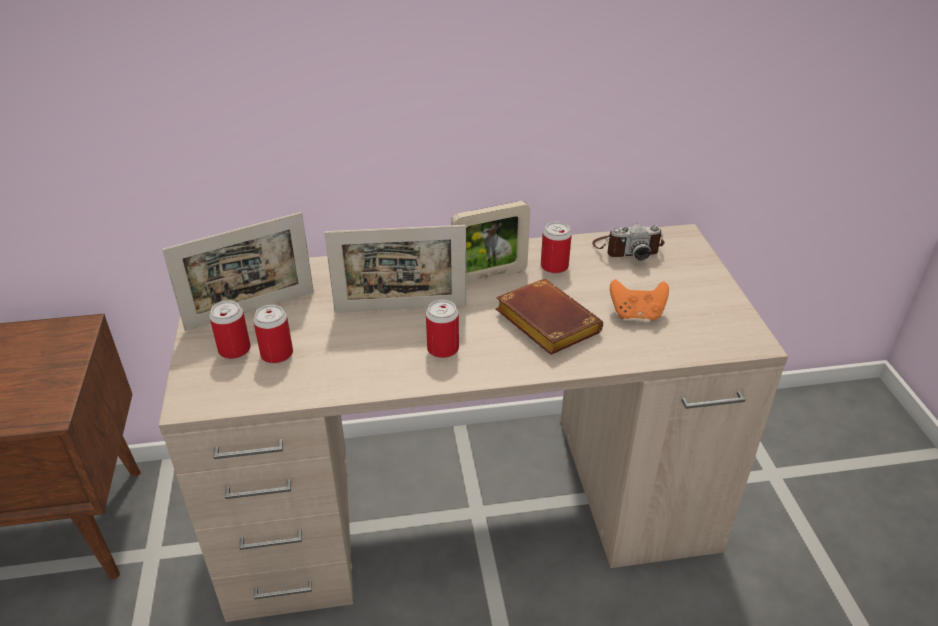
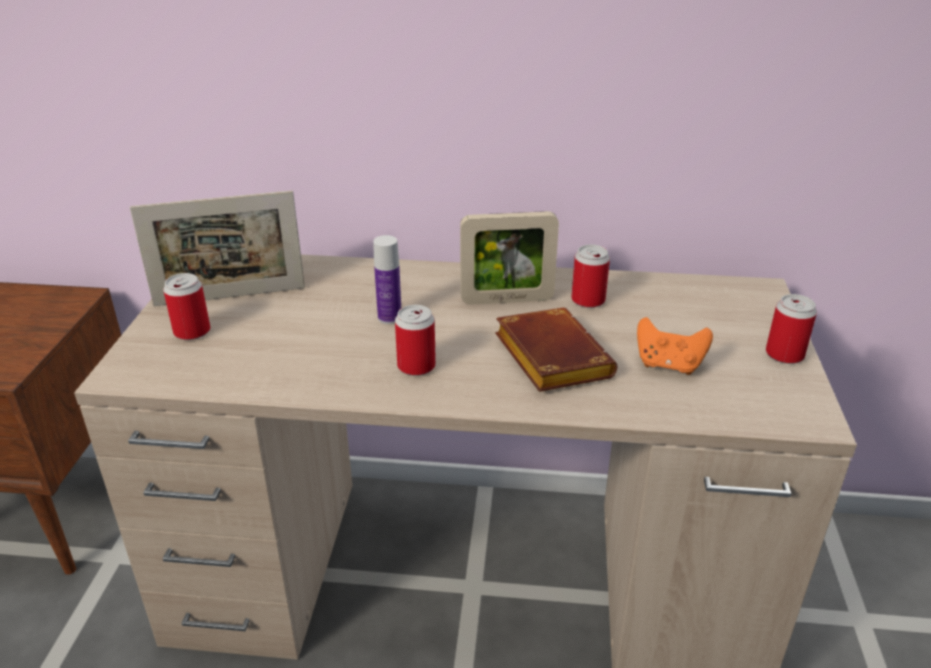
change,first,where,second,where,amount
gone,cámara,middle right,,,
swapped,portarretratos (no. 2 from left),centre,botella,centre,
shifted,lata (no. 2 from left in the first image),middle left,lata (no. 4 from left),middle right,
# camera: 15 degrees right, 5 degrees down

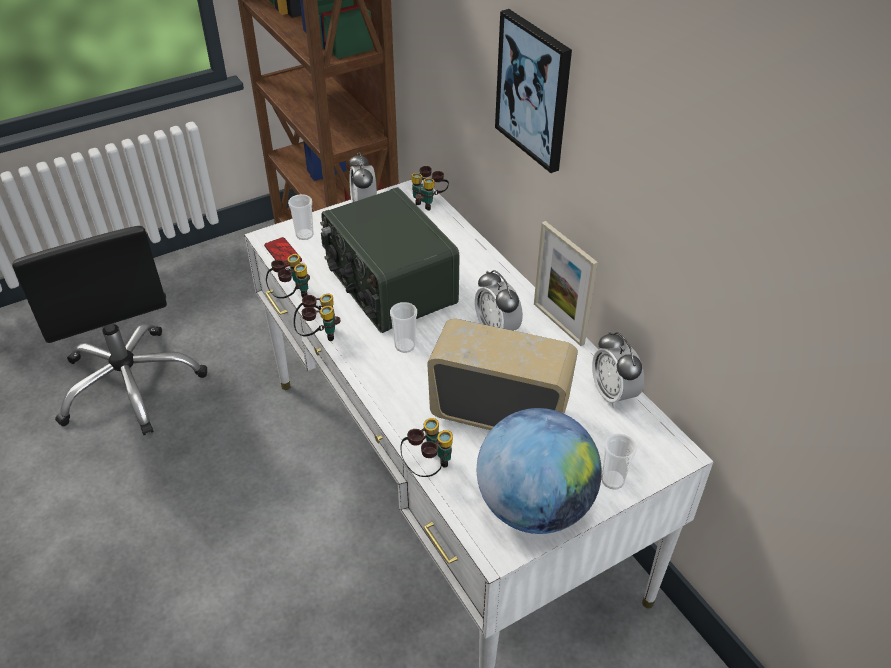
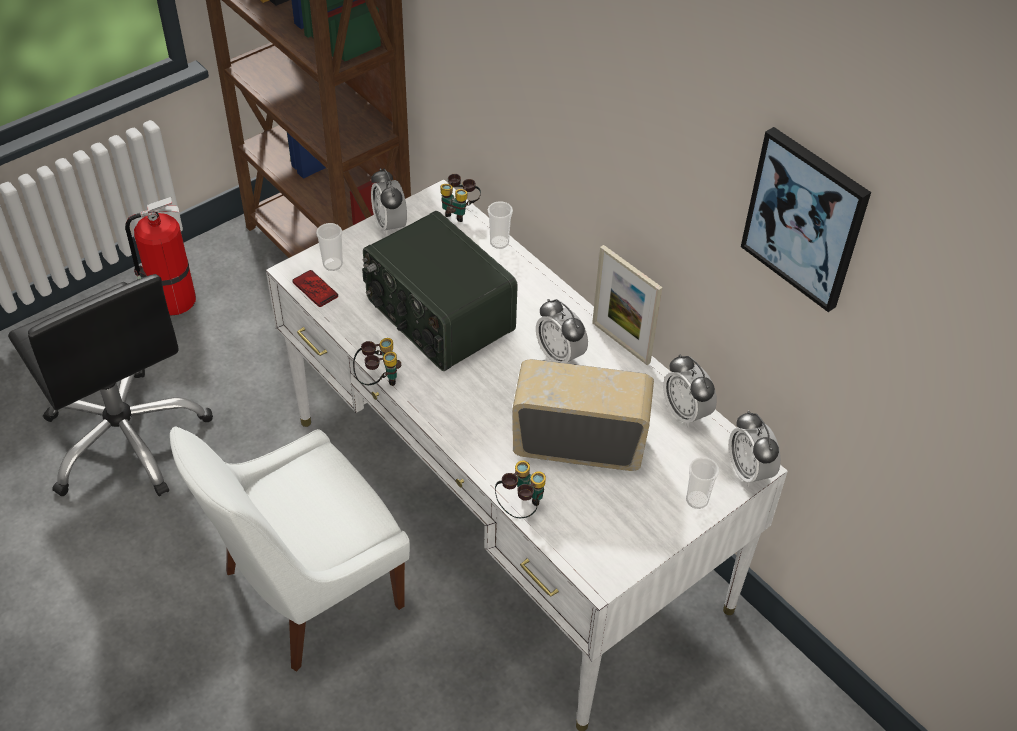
change,first,where,second,where,amount
shifted,cuadro,top centre,,top right,
gone,prismáticos (no. 1 from left),middle left,,,
shifted,taza (no. 2 from left),centre,,top centre,
gone,globo terráqueo,bottom centre,,,
new,,,extintor,middle left,
new,,,despertador (no. 4 from left),middle right,
new,,,silla/blanco,bottom left,
# camera: 10 degrees left, 5 degrees up

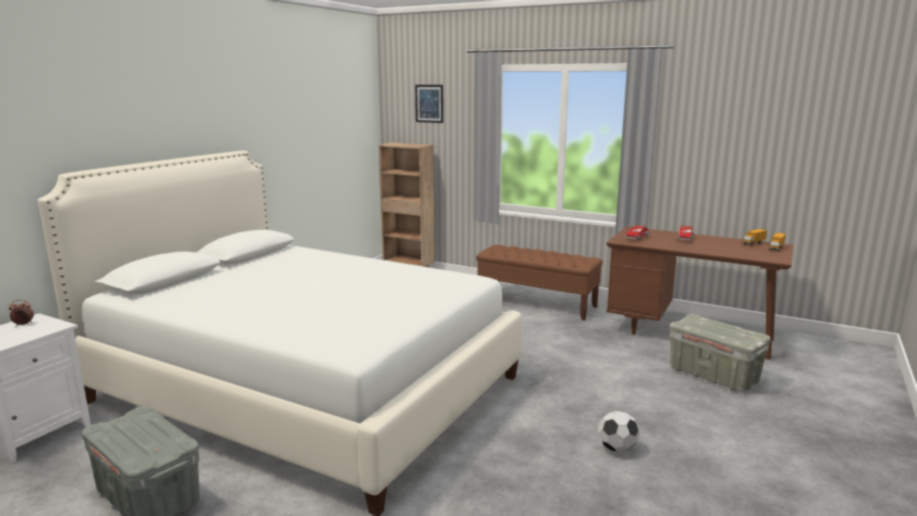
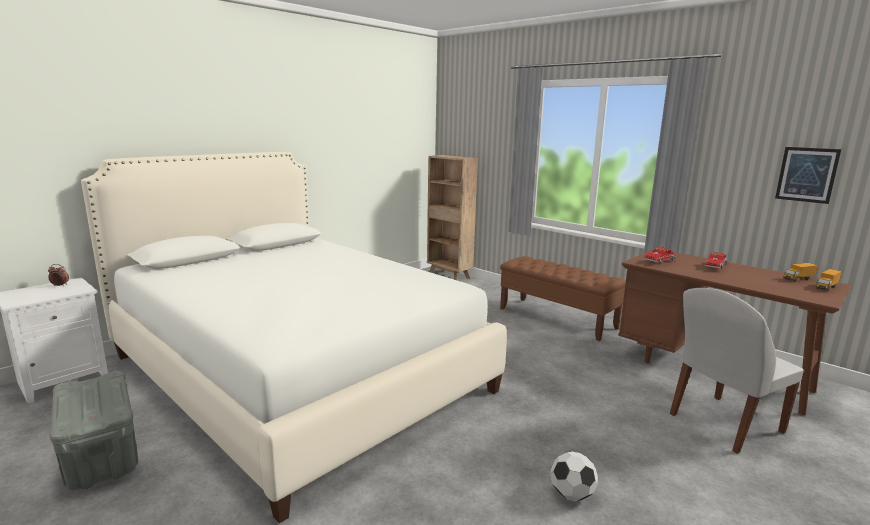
change,first,where,second,where,amount
shifted,cuadro,top centre,,middle right,
swapped,caja de almacenaje/gris (no. 2 from left),bottom right,silla/blanco,bottom right,
# camera: 15 degrees right, 0 degrees up

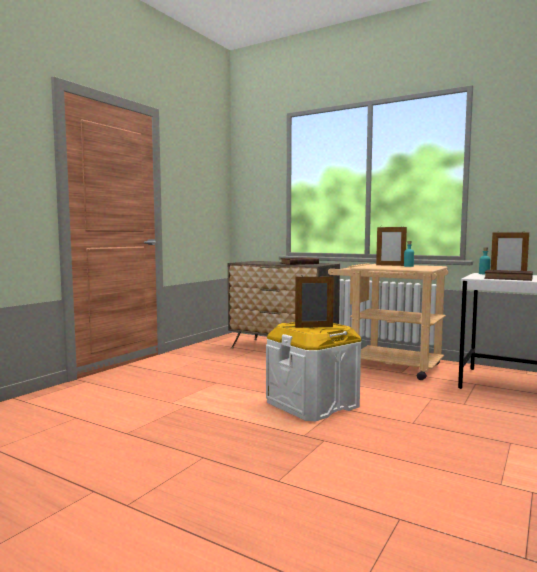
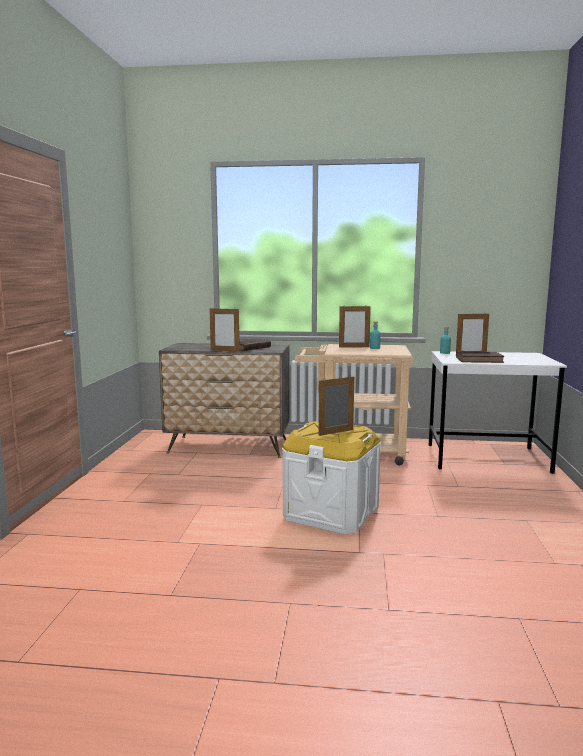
change,first,where,second,where,amount
new,,,portarretratos (no. 1 from left),centre,
# camera: 25 degrees left, 5 degrees up

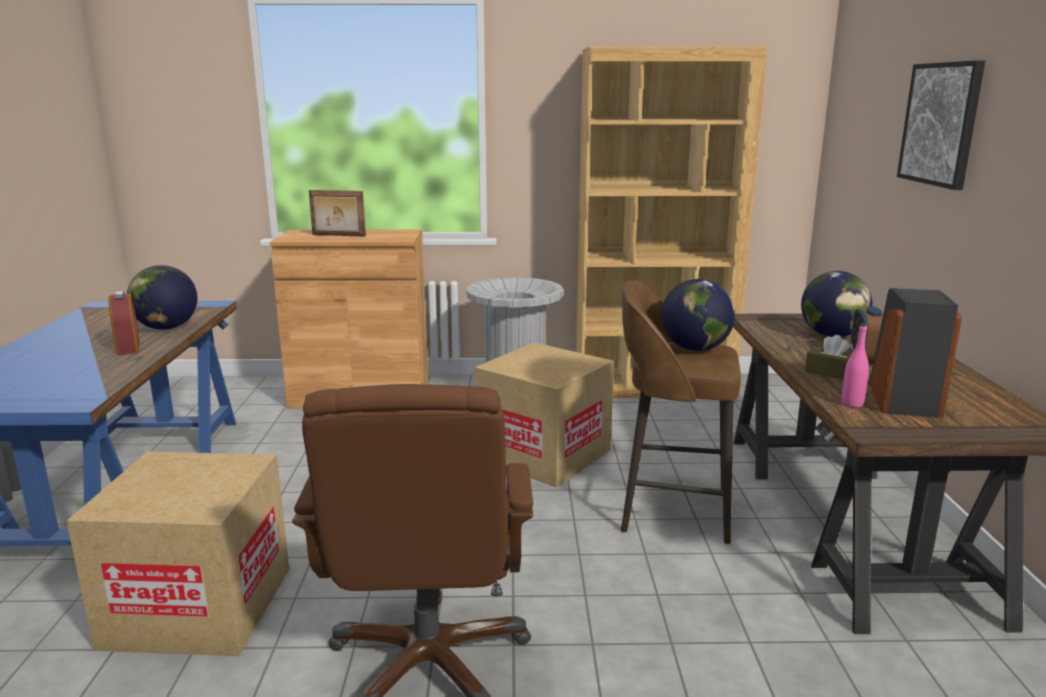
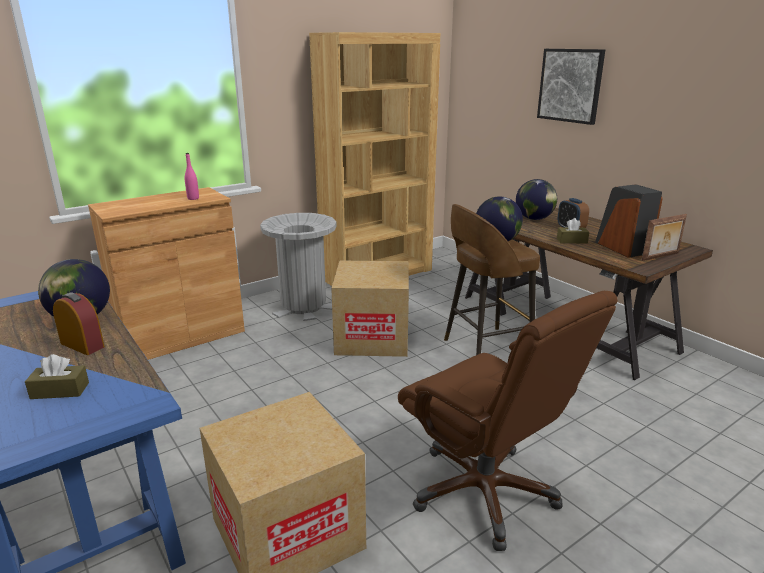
change,first,where,second,where,amount
shifted,portarretratos,top left,,middle right,
shifted,botella/rosa,middle right,,top left,
new,,,caja de pañuelos/marrón (no. 1 from left),middle left,
# camera: 35 degrees left, 5 degrees up

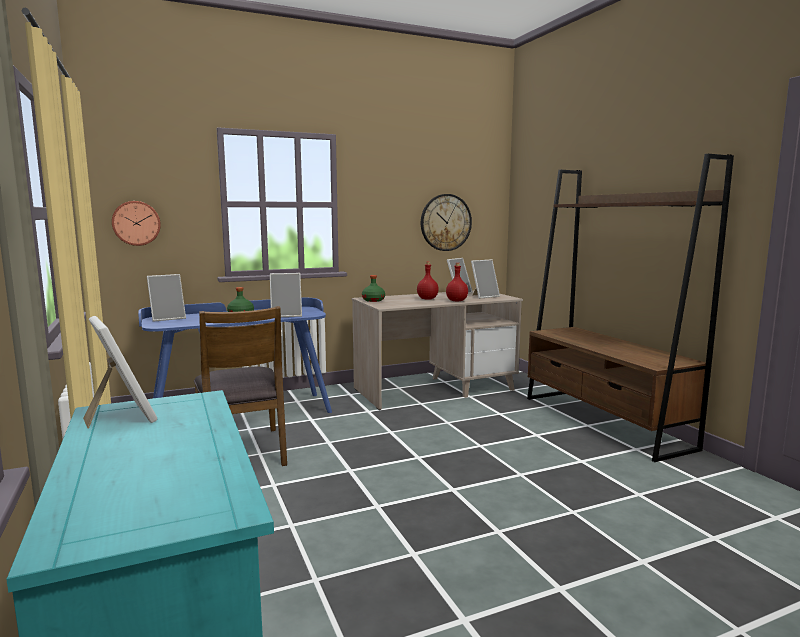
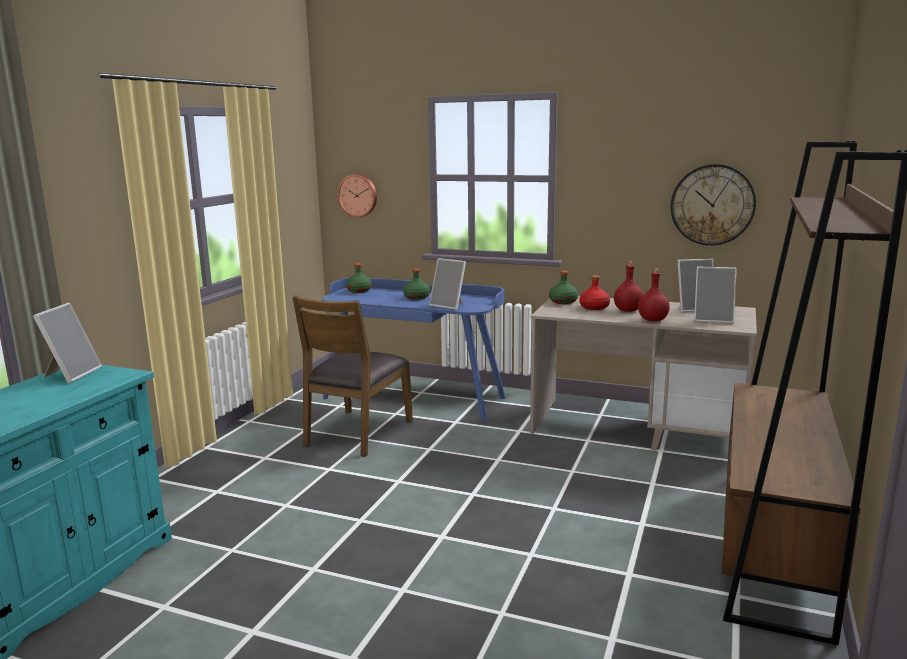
change,first,where,second,where,amount
swapped,portarretratos (no. 2 from left),middle left,botella/verde (no. 1 from left),centre,
new,,,botella/rojo (no. 1 from left),centre,
# camera: 45 degrees right, 5 degrees up

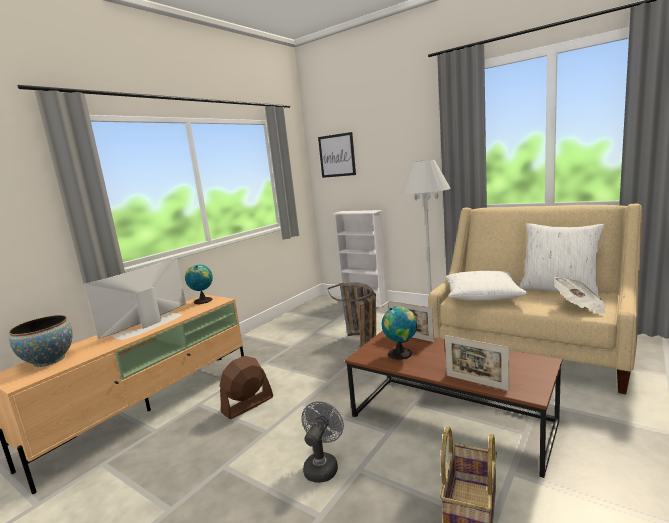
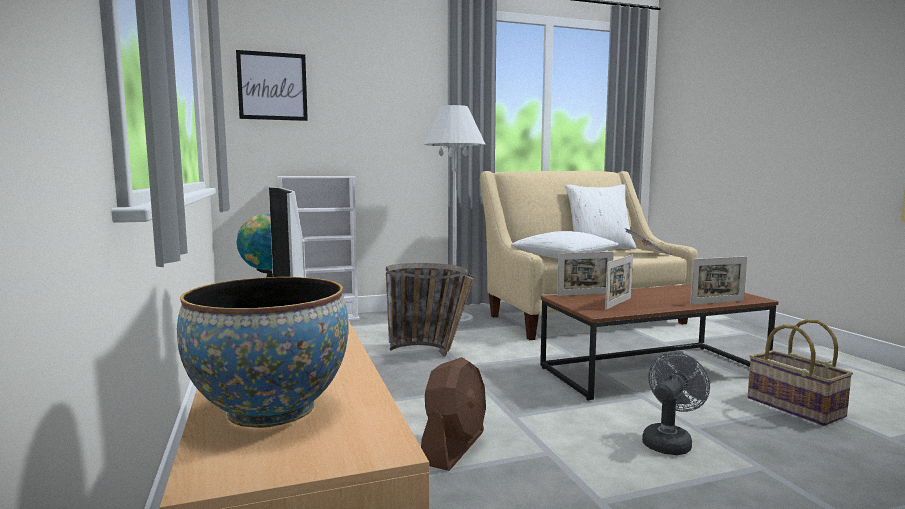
change,first,where,second,where,amount
swapped,globo terráqueo (no. 2 from left),centre,portarretratos (no. 2 from left),middle right,
rotated,ventilador/marrón,bottom centre,,bottom centre,150 degrees counterclockwise
rotated,ventilador/gris,bottom centre,,bottom right,75 degrees clockwise
# camera: 55 degrees left, 5 degrees down

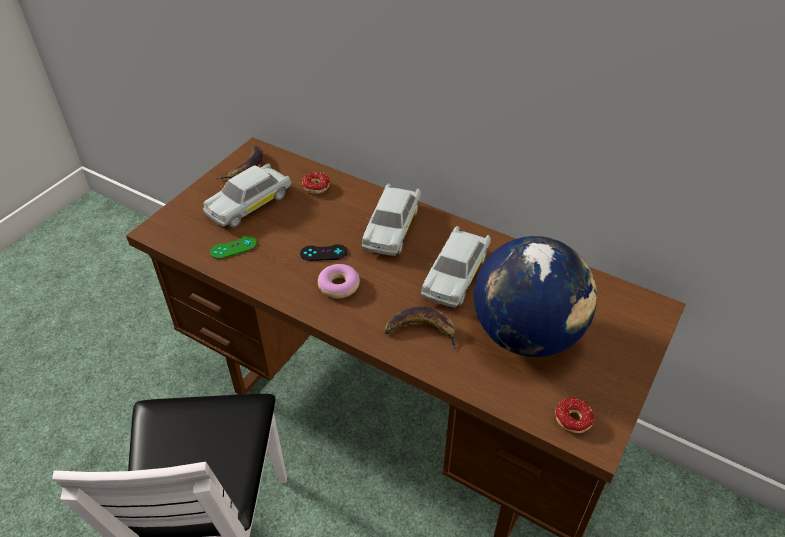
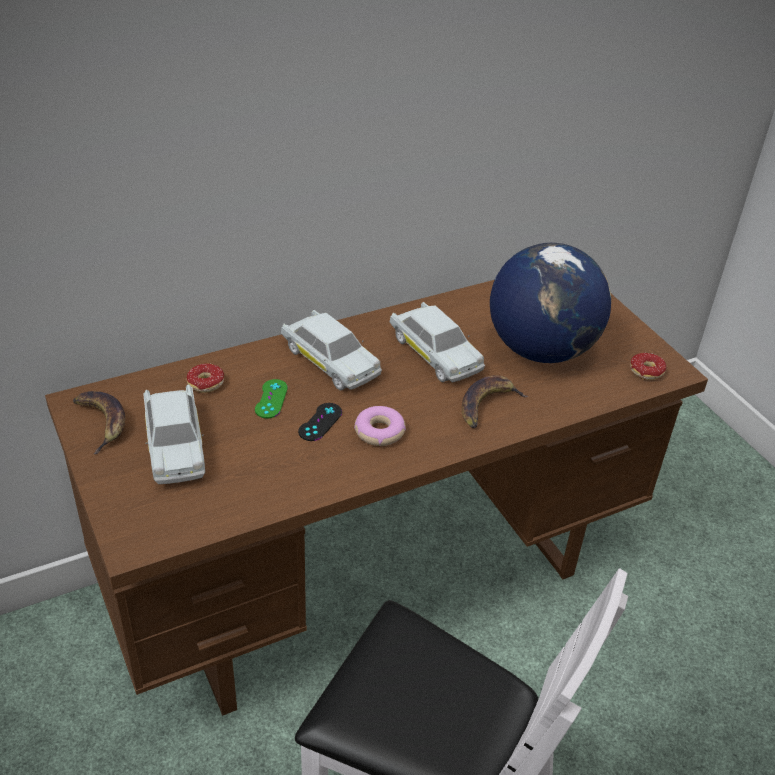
change,first,where,second,where,amount
shifted,mando de consola/verde,middle left,,centre,
# camera: 60 degrees left, 5 degrees down

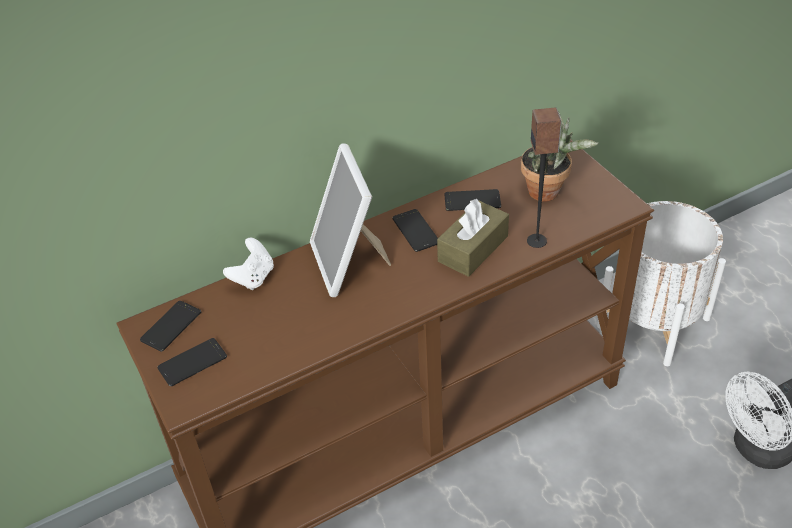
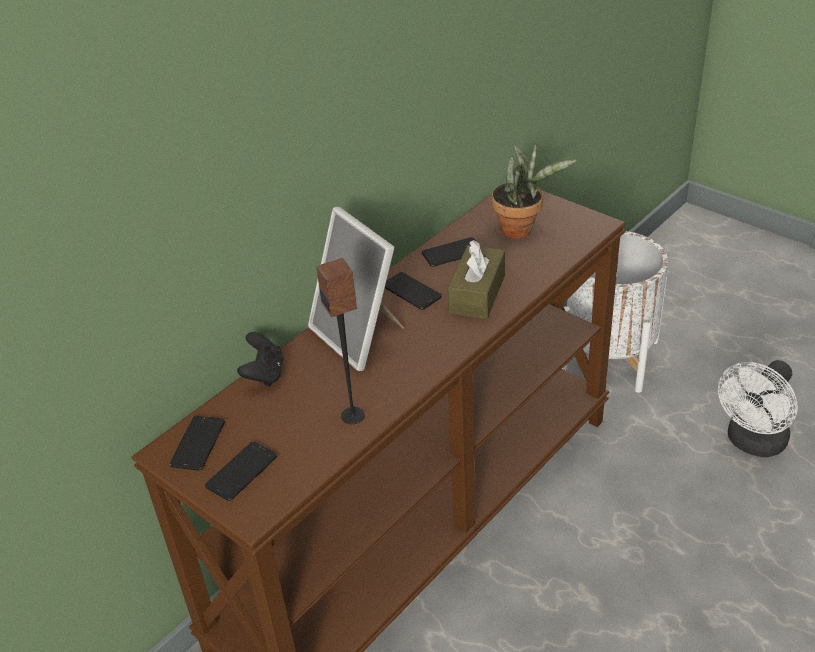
change,first,where,second,where,amount
shifted,altavoz,middle right,,centre,
repainted,mando de consola/blanco,middle left,mando de consola/negro,middle left,
# camera: 20 degrees left, 5 degrees down

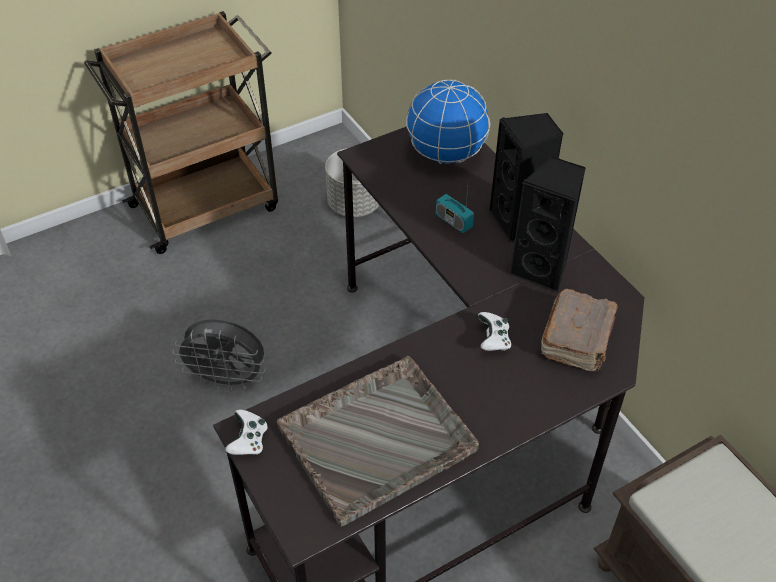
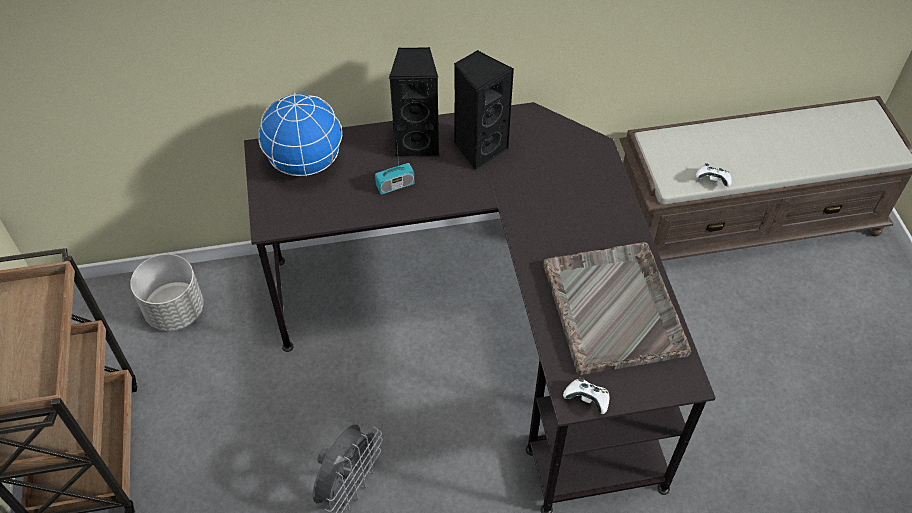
change,first,where,second,where,amount
gone,libro/marrón,middle right,,,
shifted,mando de consola/blanco (no. 2 from left),centre,,middle right,
# camera: 70 degrees left, 5 degrees up

